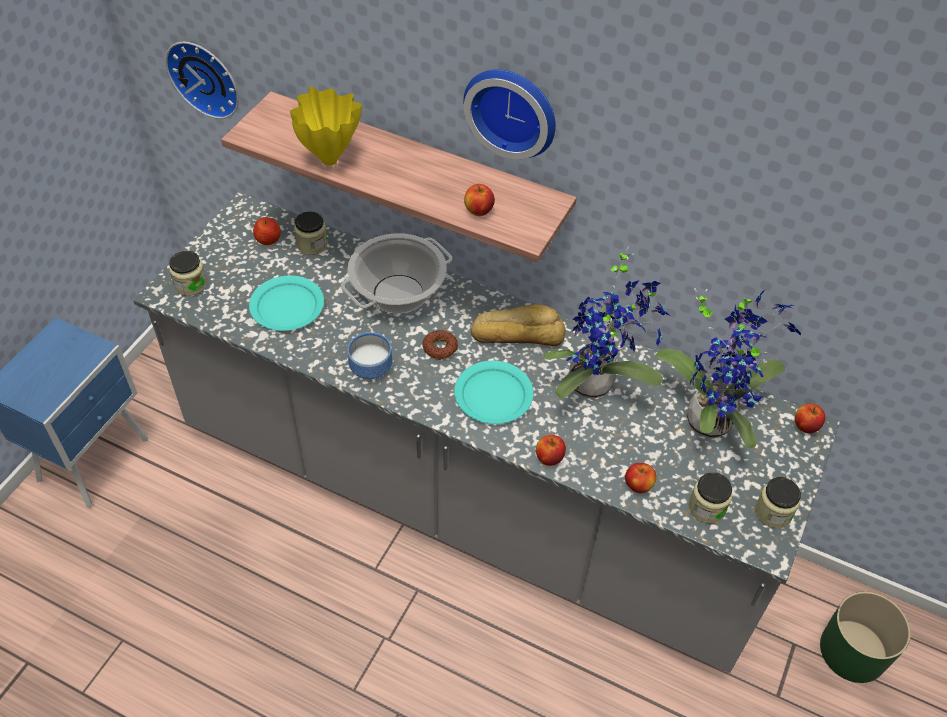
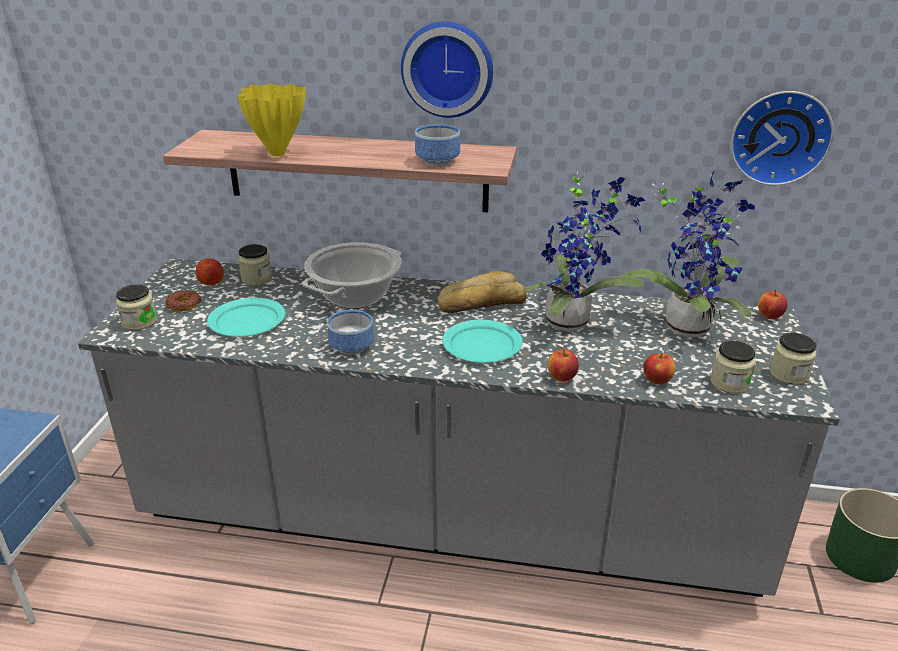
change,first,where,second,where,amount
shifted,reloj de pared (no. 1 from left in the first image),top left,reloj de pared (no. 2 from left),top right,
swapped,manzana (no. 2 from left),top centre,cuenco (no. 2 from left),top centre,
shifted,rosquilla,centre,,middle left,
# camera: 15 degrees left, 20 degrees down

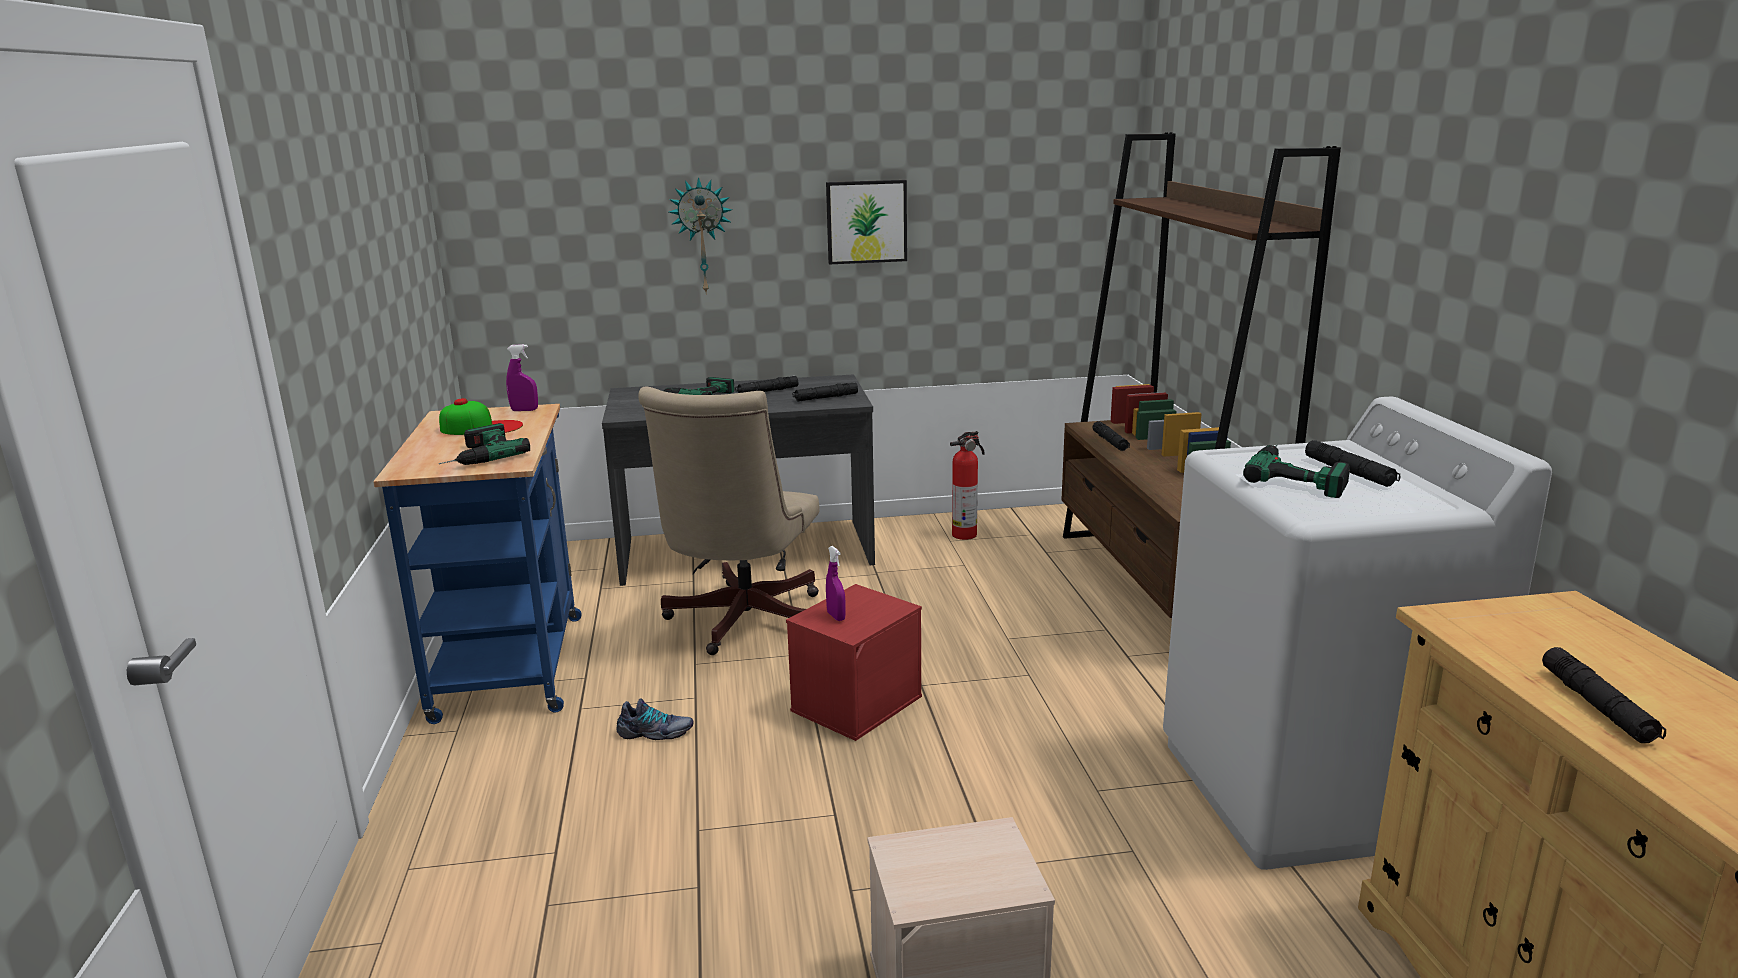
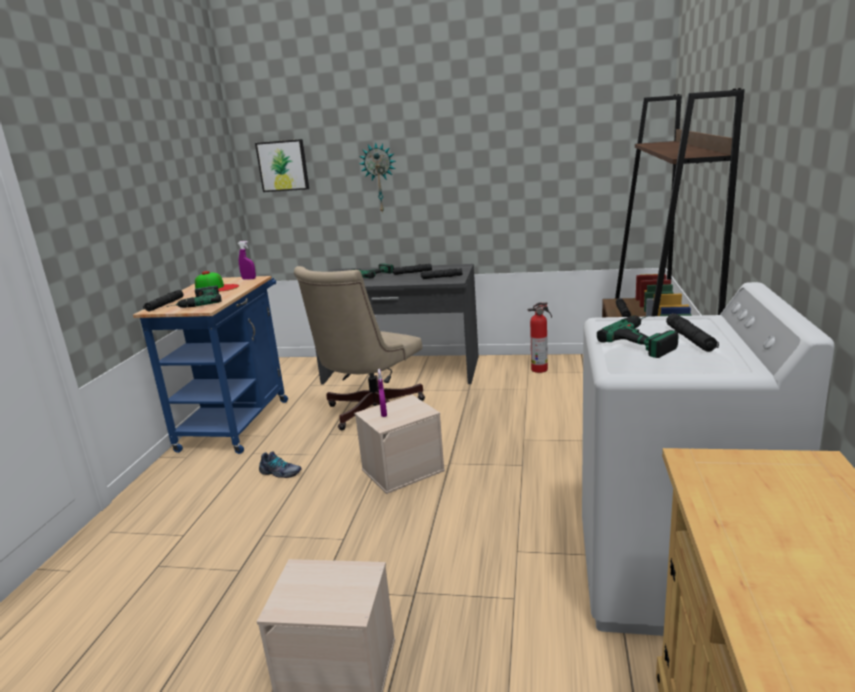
change,first,where,second,where,amount
shifted,cuadro,top centre,,top left,
repainted,caja de almacenaje/rojo,bottom centre,caja de almacenaje/beis (no. 2 from left),centre,
shifted,linterna/negro (no. 5 from left in the first image),bottom right,linterna/negro (no. 1 from left),middle left,
# camera: 20 degrees right, 0 degrees up

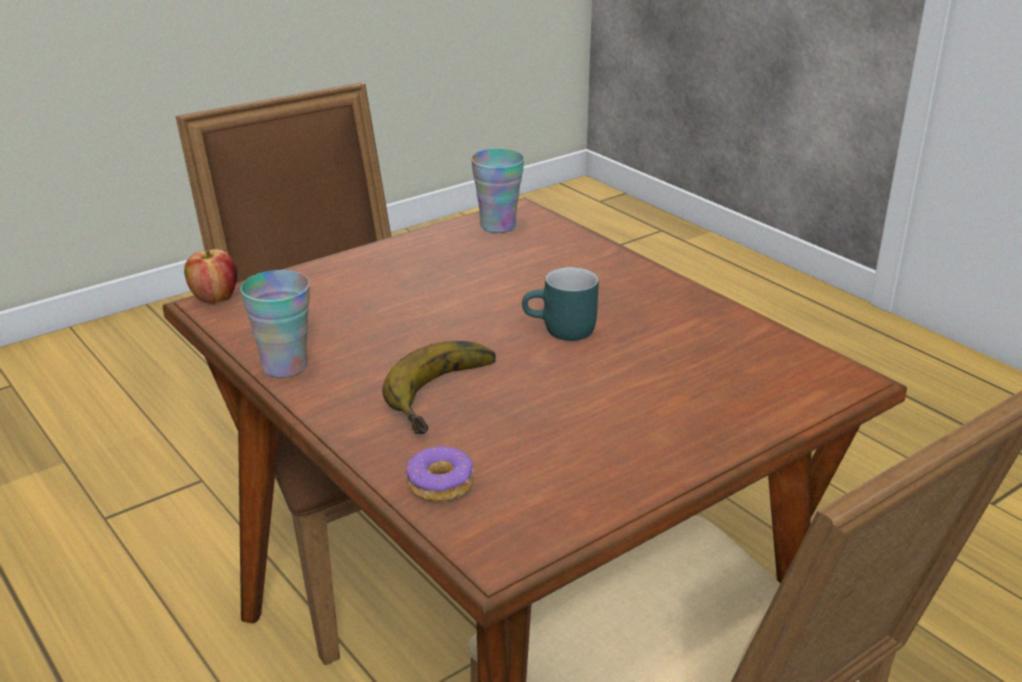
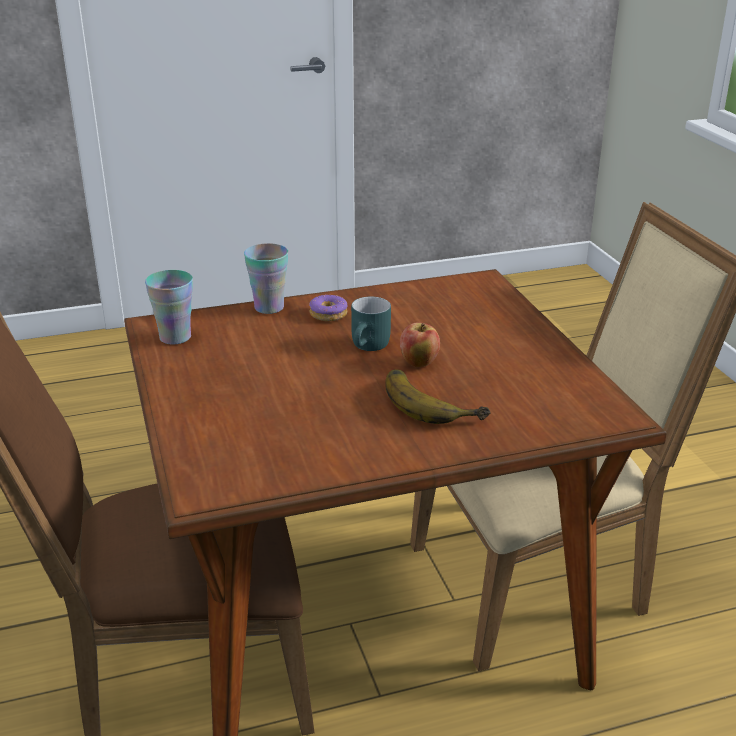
change,first,where,second,where,amount
shifted,manzana,middle left,,centre,
shifted,taza (no. 1 from left in the first image),middle left,taza (no. 2 from left),centre,
shifted,rosquilla,bottom centre,,centre,
# camera: 70 degrees left, 0 degrees up

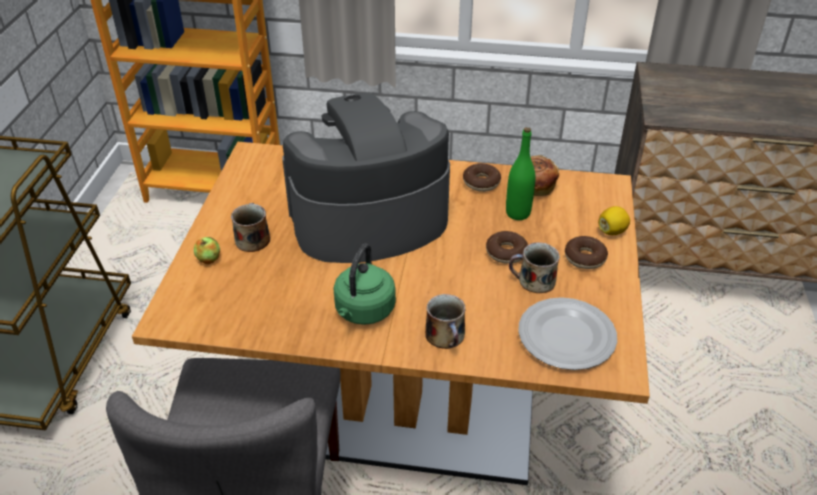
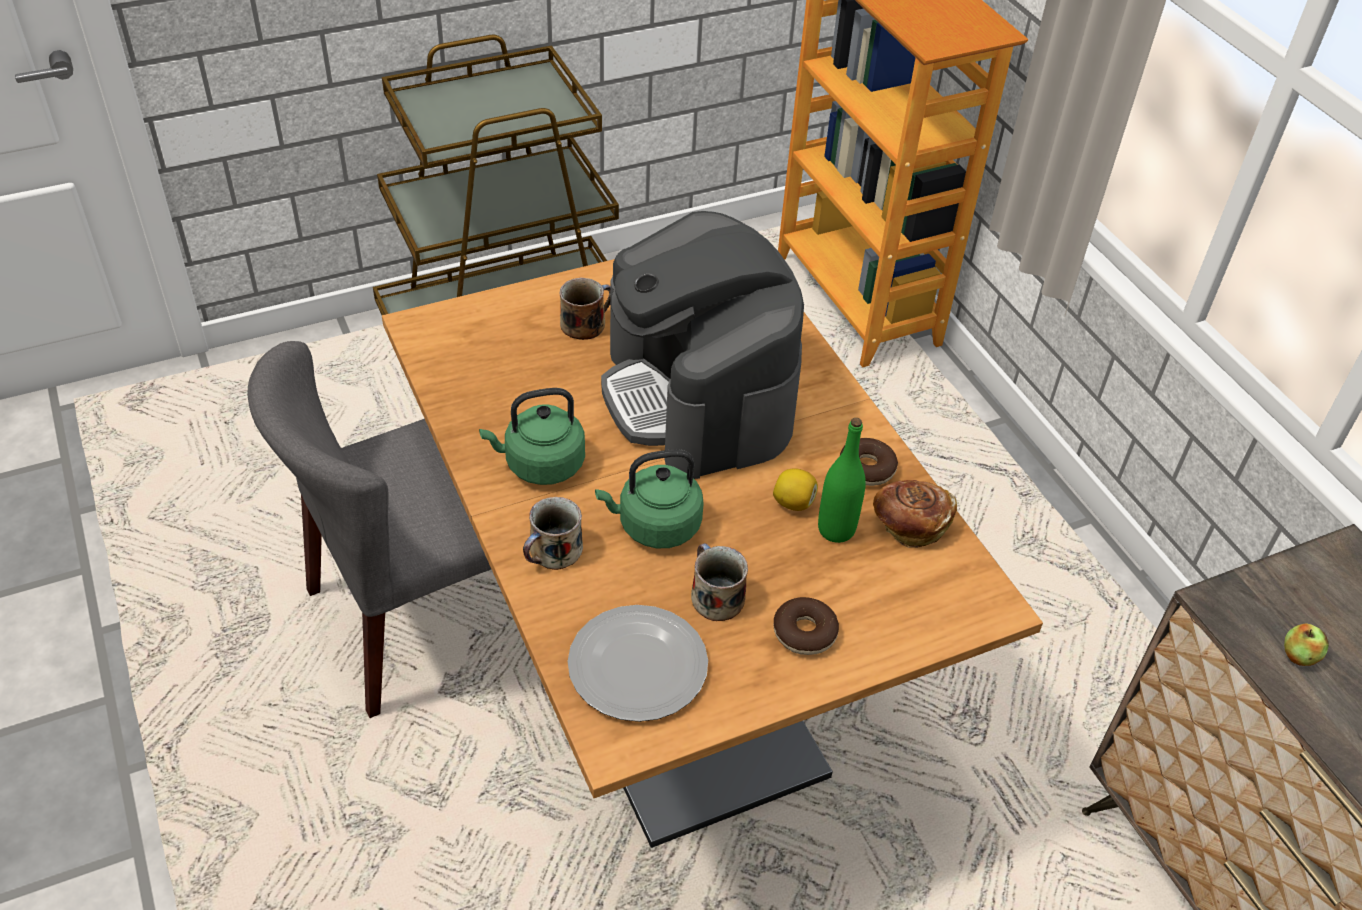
change,first,where,second,where,amount
rotated,cafetera,centre,,centre,150 degrees counterclockwise
shifted,limón,middle right,,centre,
gone,rosquilla (no. 2 from left),centre,,,
shifted,manzana,middle left,,bottom right,
new,,,hervidor/verde (no. 2 from left),centre,
# camera: 55 degrees right, 5 degrees up

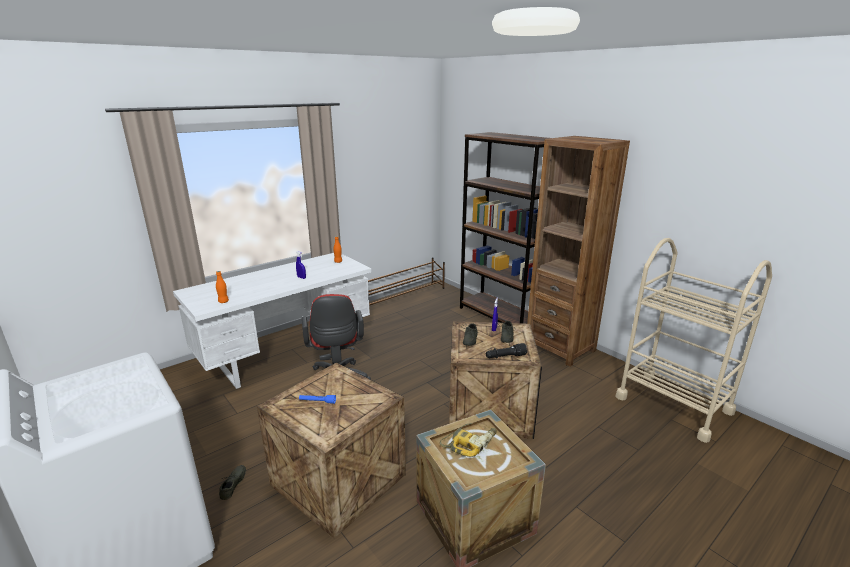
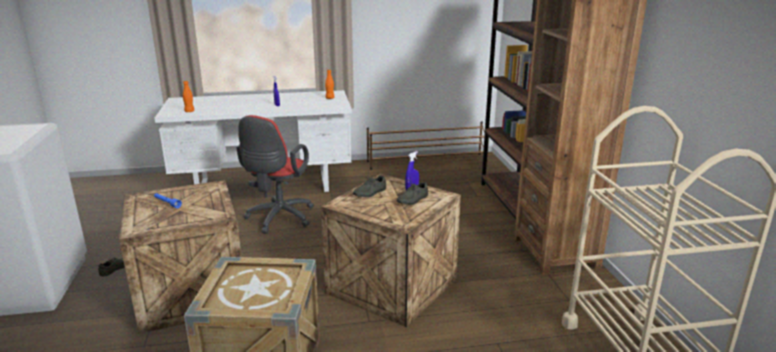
change,first,where,second,where,amount
gone,linterna/negro,centre,,,
gone,taladro,bottom centre,,,
# camera: 30 degrees right, 0 degrees up

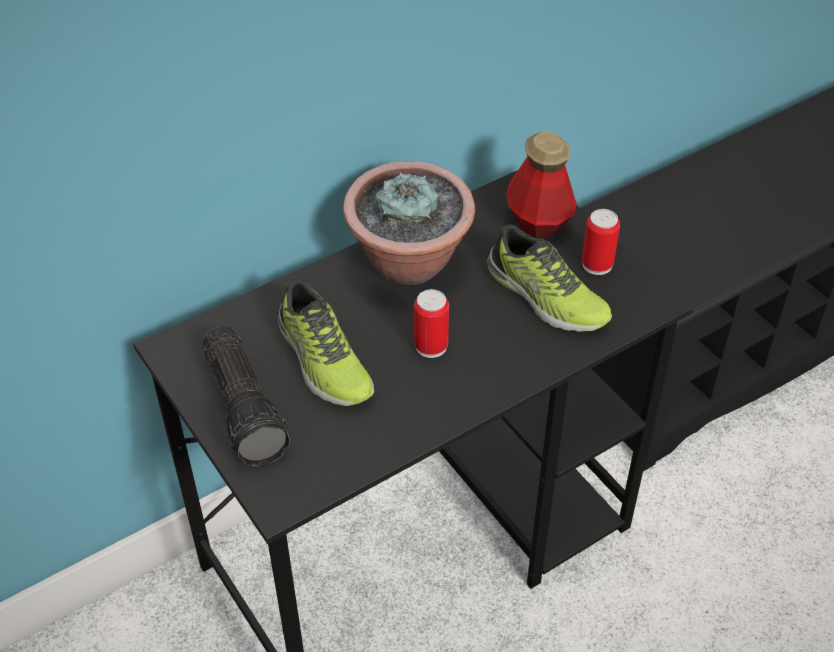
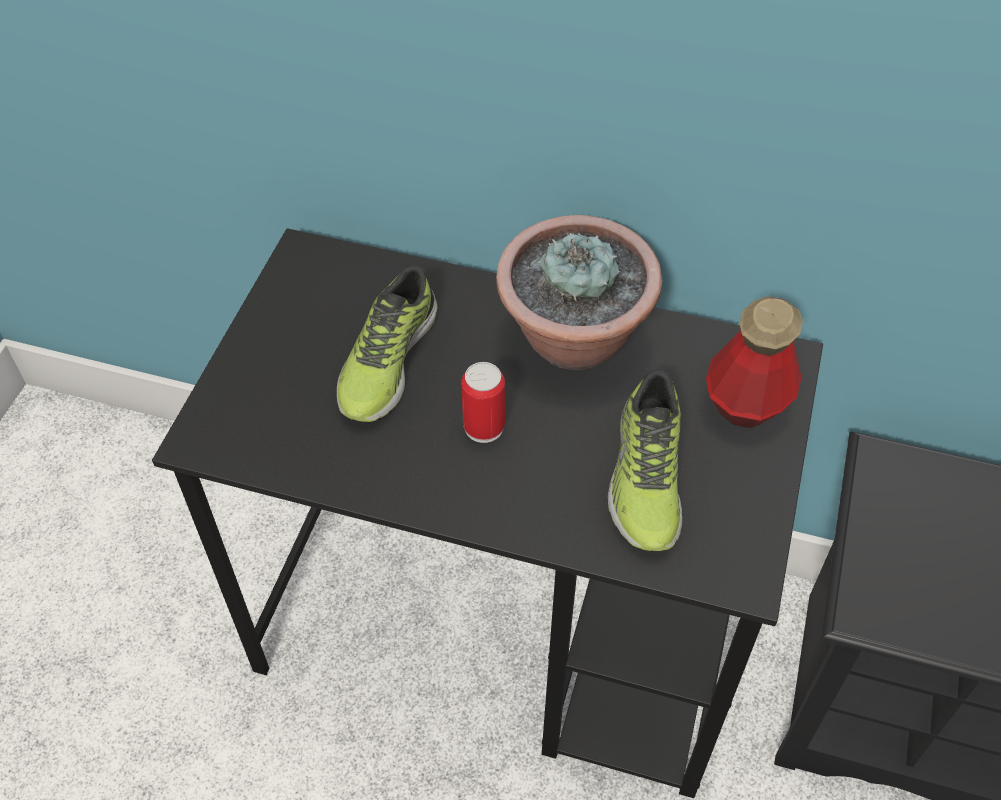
change,first,where,second,where,amount
gone,lata (no. 2 from left),middle right,,,
gone,linterna,middle left,,,
# camera: 50 degrees right, 5 degrees up

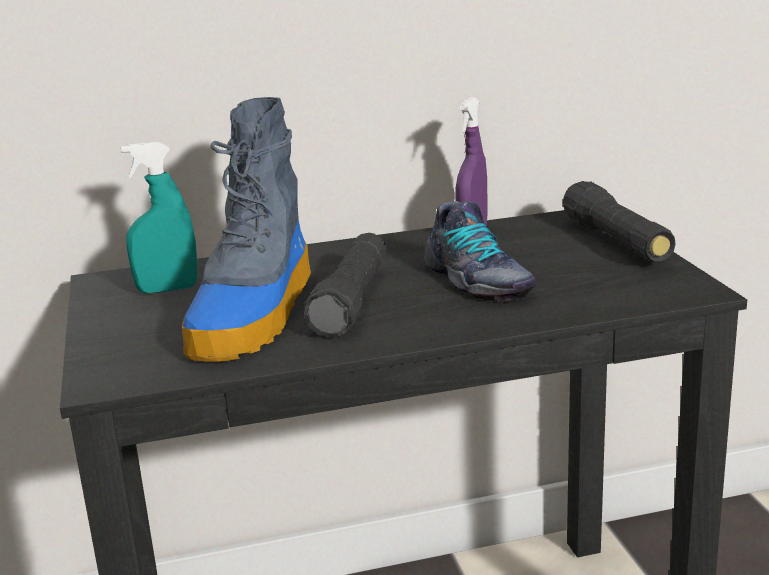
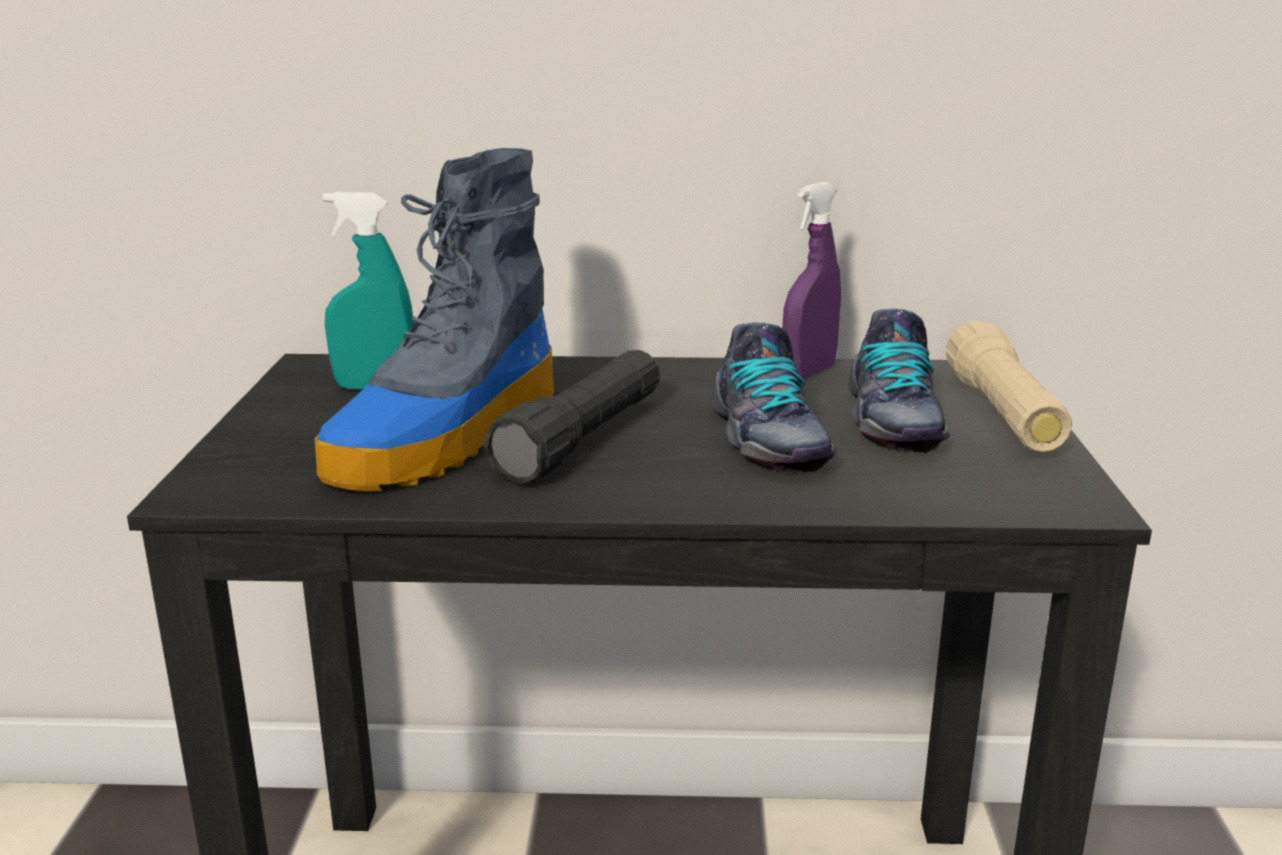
change,first,where,second,where,amount
repainted,linterna/negro (no. 2 from left),middle right,linterna/beis,middle right,
new,,,zapato (no. 2 from left),middle right,
# camera: 15 degrees right, 0 degrees up

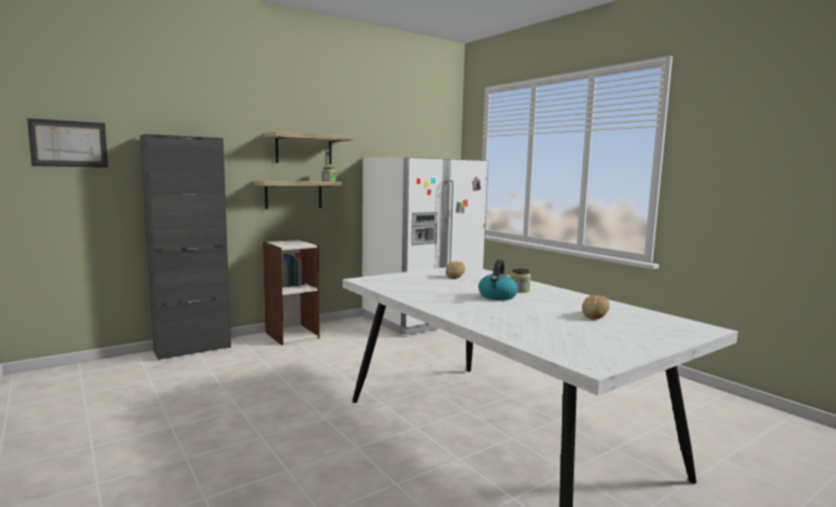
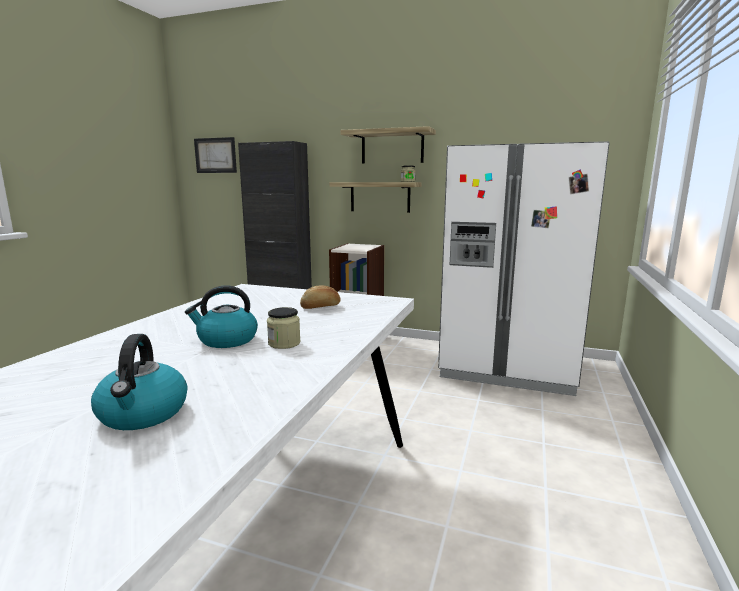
change,first,where,second,where,amount
swapped,pan (no. 2 from left),middle right,hervidor (no. 1 from left),middle left,
# camera: 55 degrees right, 5 degrees up

